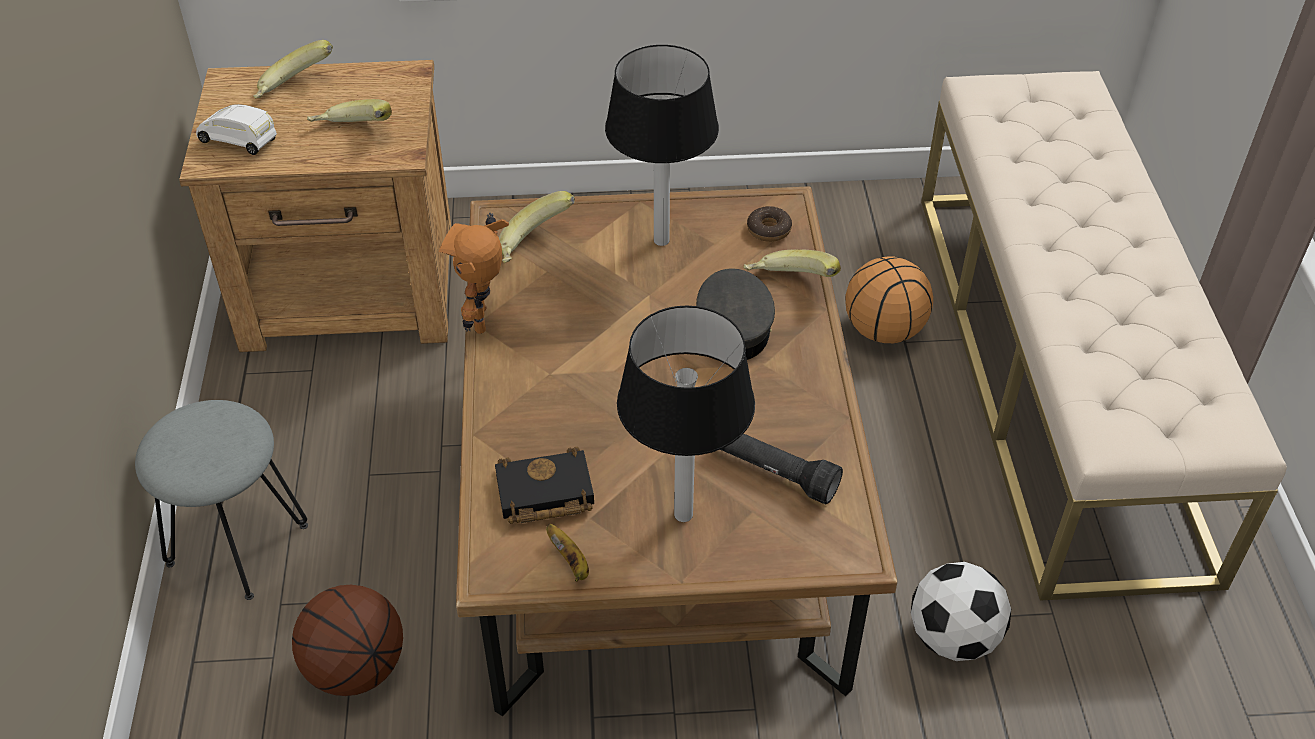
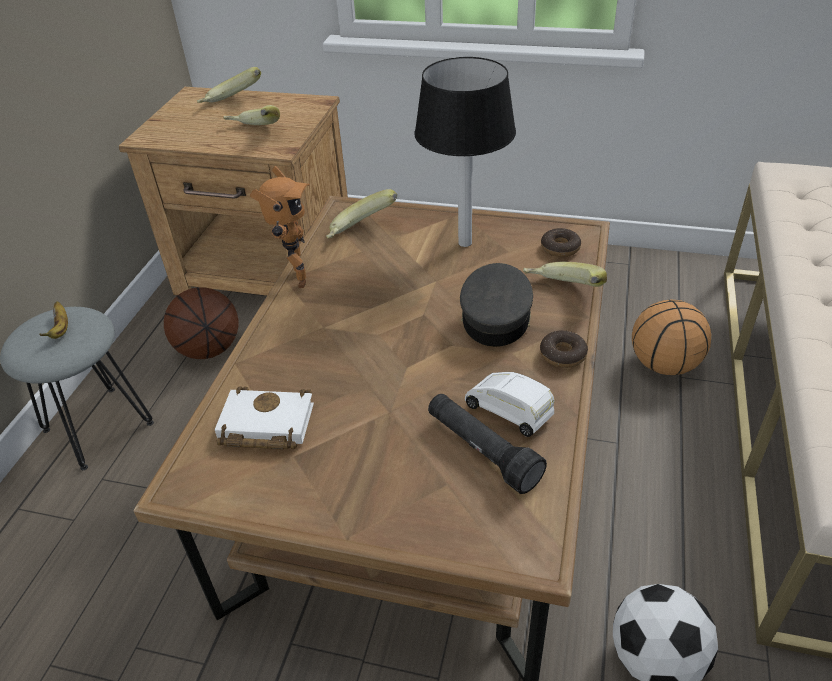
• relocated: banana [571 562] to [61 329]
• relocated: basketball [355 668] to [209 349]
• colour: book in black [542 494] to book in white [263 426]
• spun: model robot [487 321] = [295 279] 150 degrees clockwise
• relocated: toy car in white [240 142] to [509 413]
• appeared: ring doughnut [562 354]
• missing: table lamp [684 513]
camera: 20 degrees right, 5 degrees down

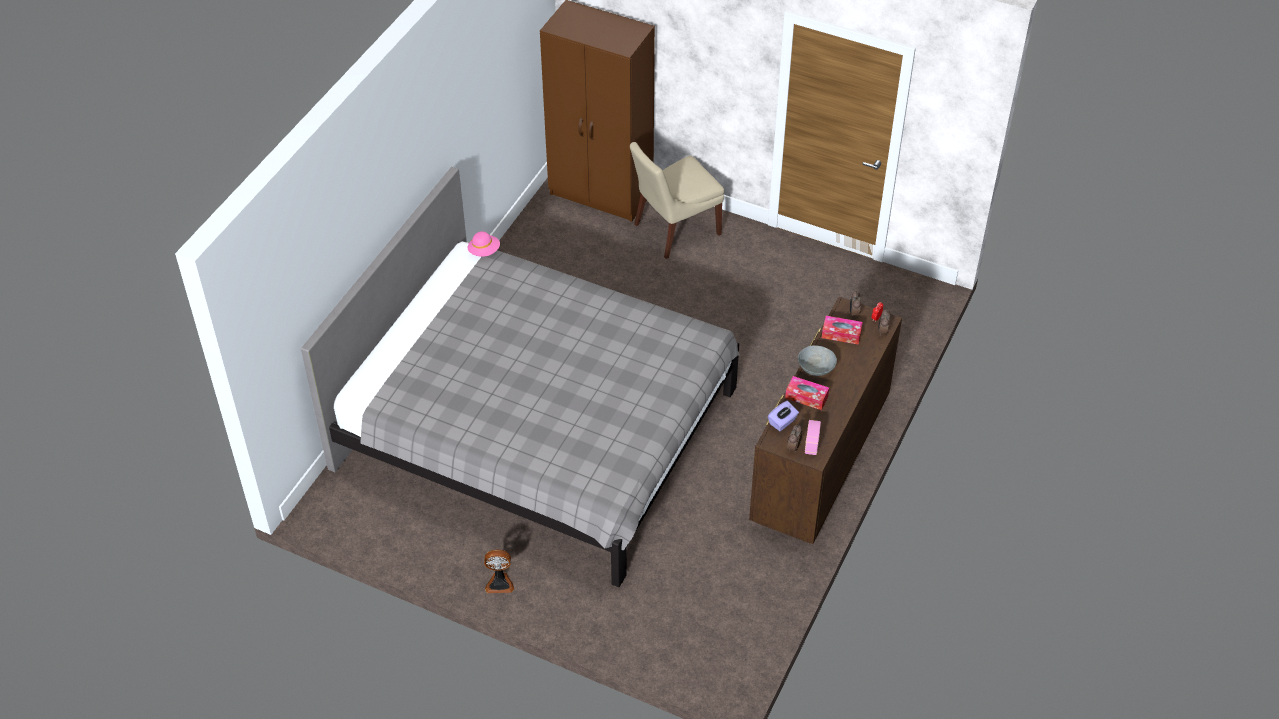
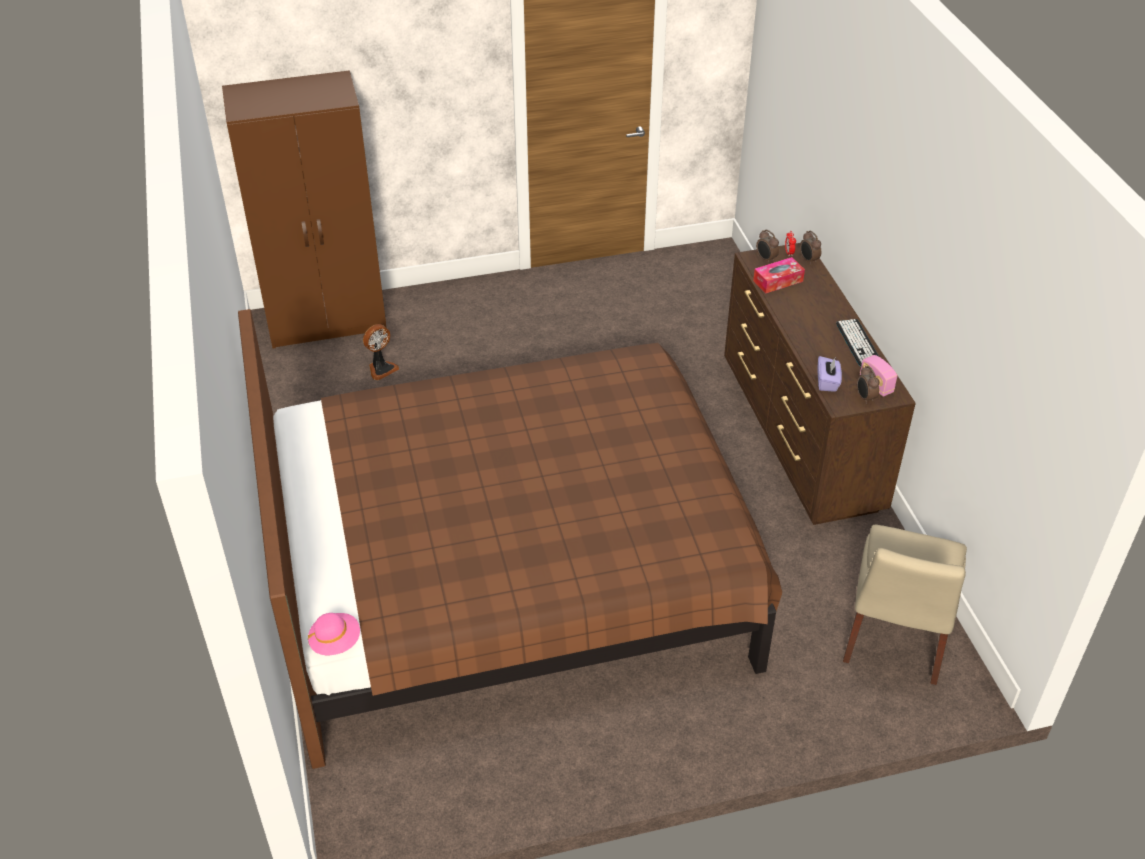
• colour: bedroom bed in gray [537 429] to bedroom bed in brownish [508 572]
• relocated: clothing hat in pink-coloured [484 251] to [335 642]
• relocated: fan [499 582] to [381 368]
• appeared: PC keyboard [858 343]
• relocated: plain chair in beige-coloured [674 230] to [895 638]
• missing: box of tissues [806 397]
• missing: deep dish in gray [815 368]
camera: 40 degrees left, 5 degrees down

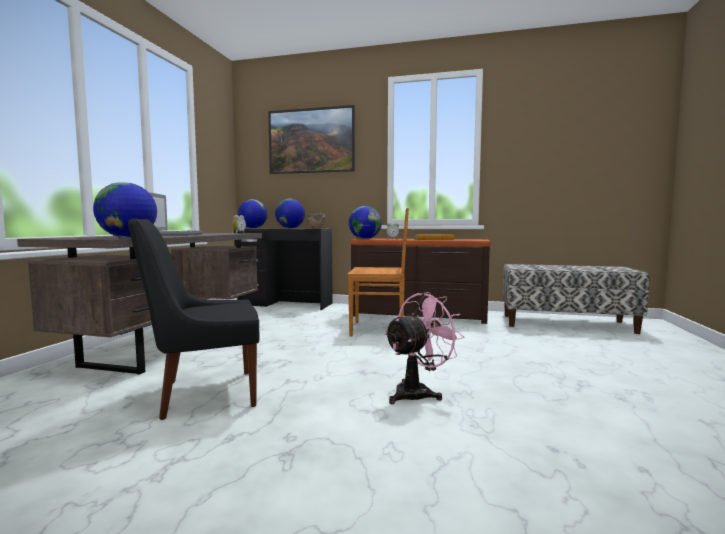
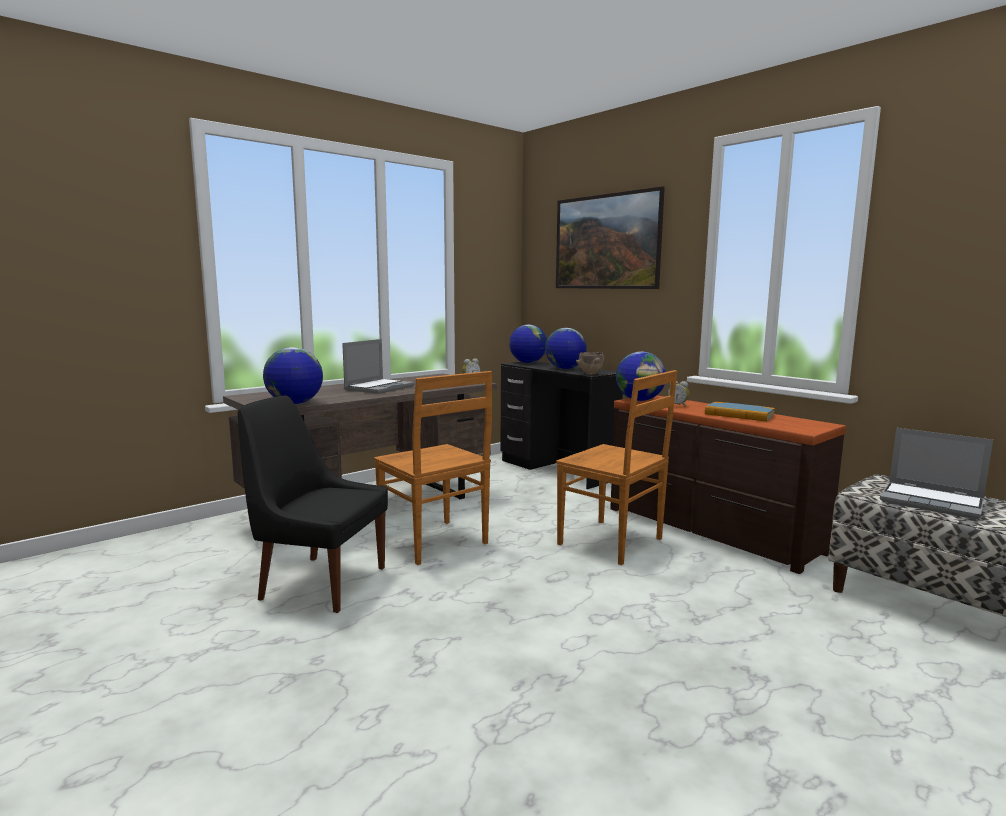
• appeared: plain chair in brownish [435 543]
• appeared: portable computer [932 502]
• missing: fan in pink-coloured [418 392]
camera: 35 degrees right, 5 degrees up

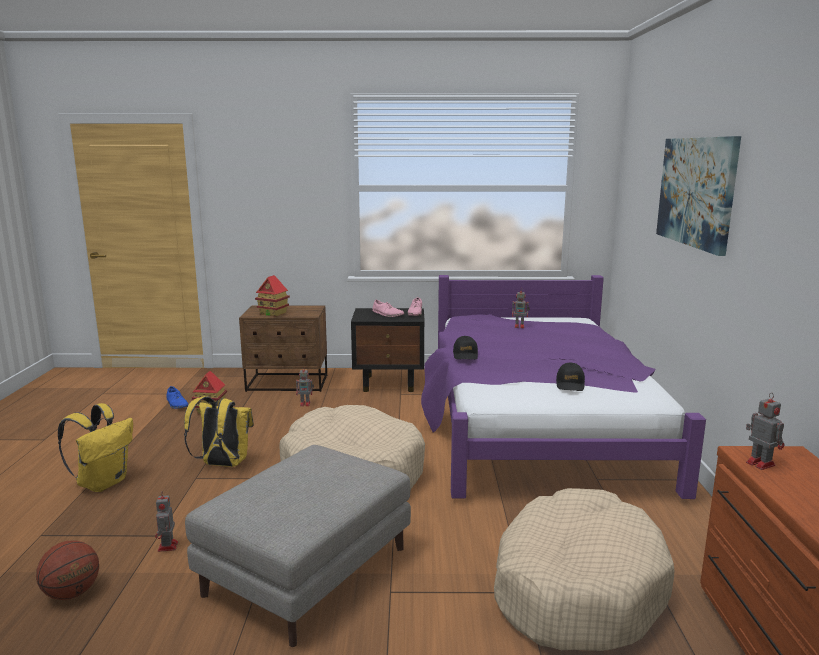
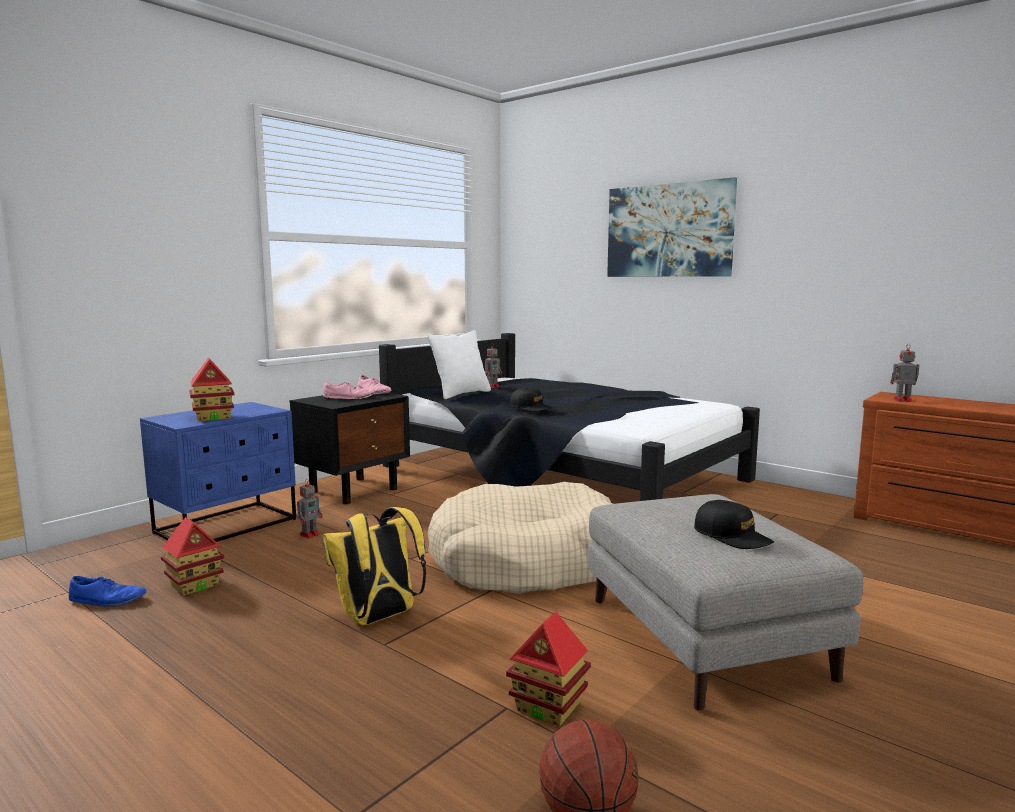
• colour: night table in brownish [288 383] to night table in bluish [227 526]
• colour: bedroom bed in purplish [536 425] to bedroom bed in black [561 478]
• appeared: pillow in white [461 394]
• exchanged: model robot [167 547] to toy house [548 707]
• relocated: baseball cap in black [570 384] to [732 536]
• missing: rucksack in yellow-coloured [103 483]
• missing: dog cushion in beige-coloured [576 587]
camera: 50 degrees left, 5 degrees down

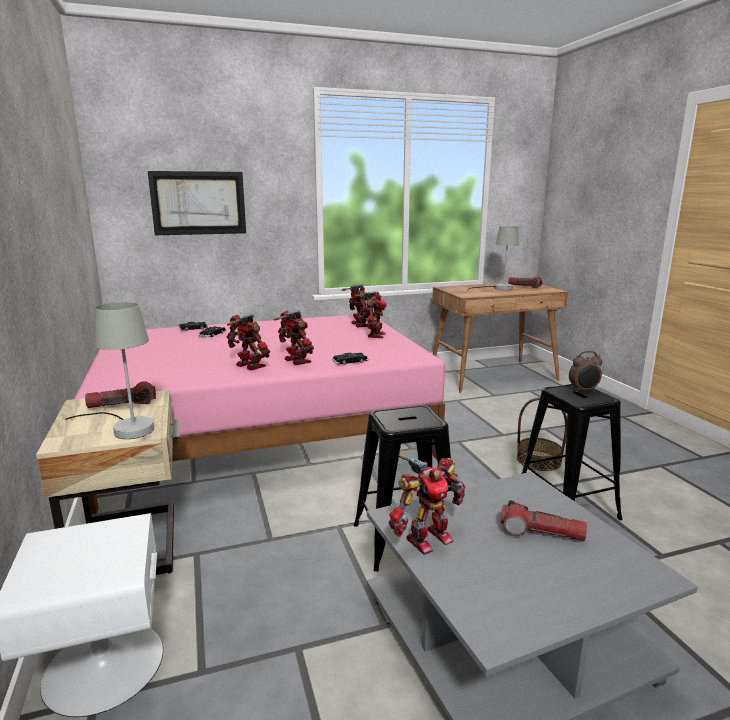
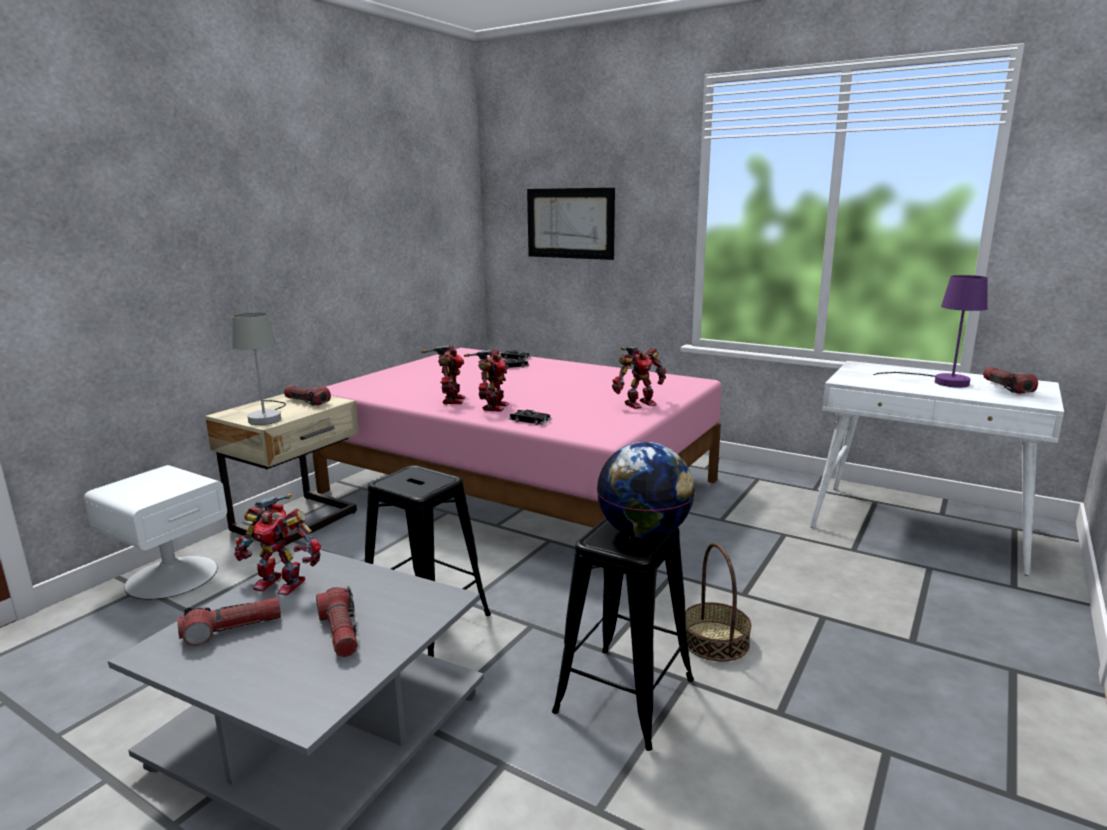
• appeared: torch [232 629]
• exchanged: table clock [583 391] to globe [644 534]
• colour: desk unit in brownish [493 375] to desk unit in white [919 526]
• colour: table lamp in gray [498 288] to table lamp in purplish [940 381]
• missing: model robot [359 325]
camera: 50 degrees right, 0 degrees up

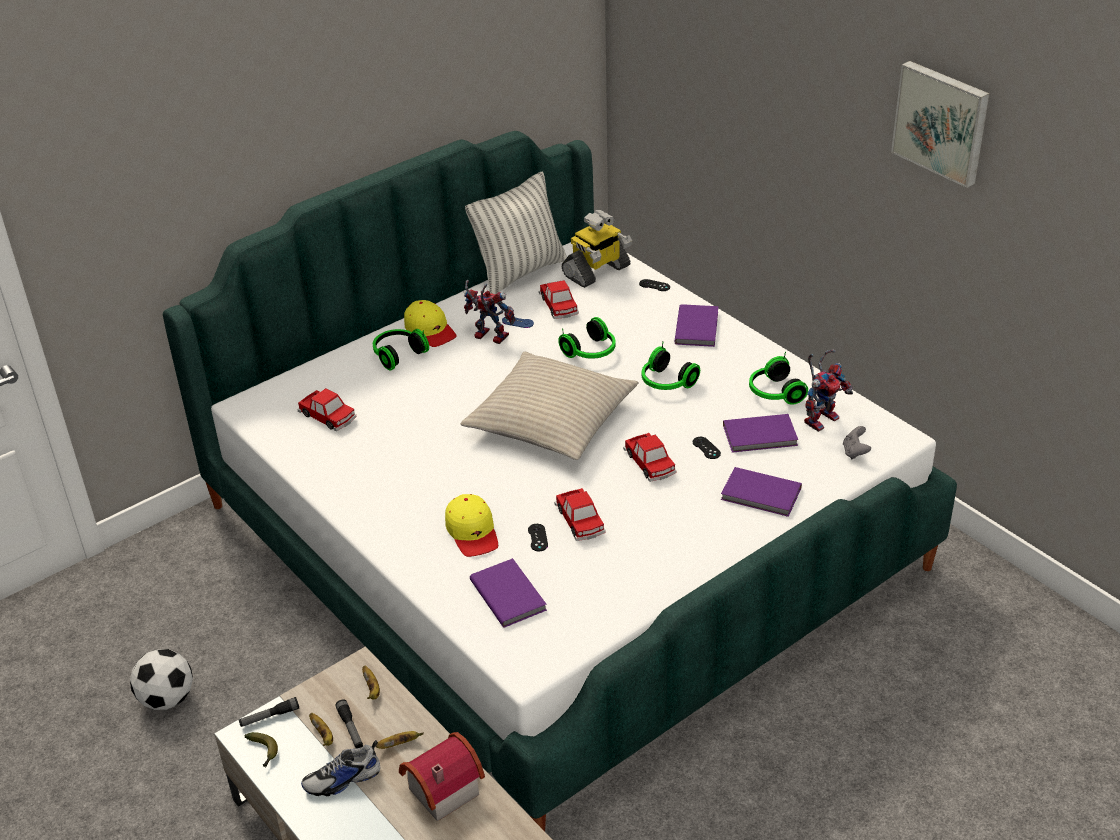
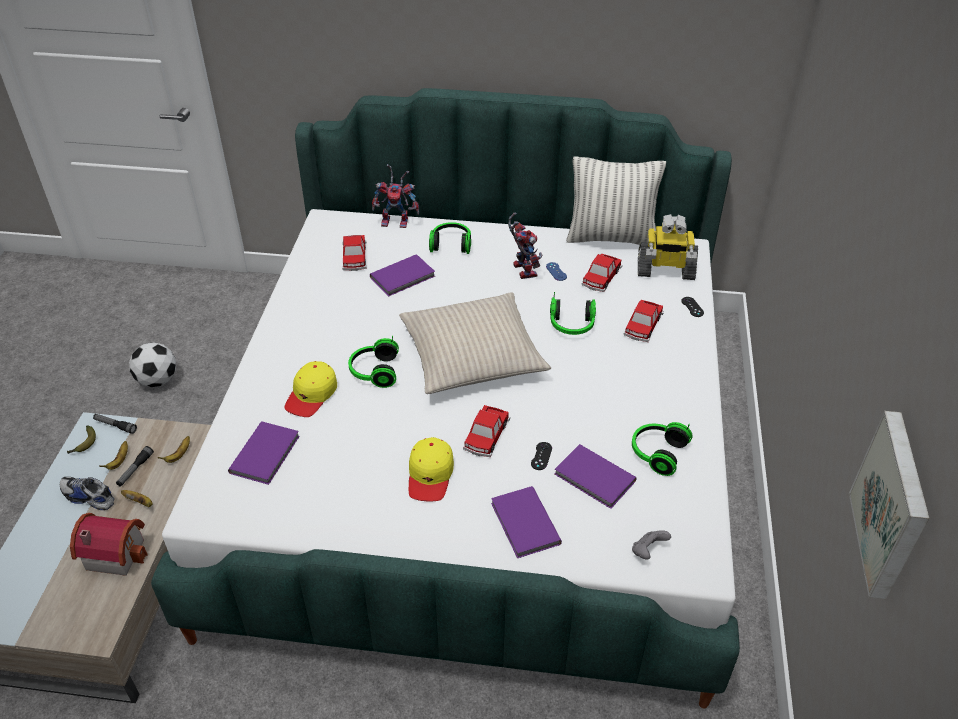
• relocated: headphones [666 383] to [374 372]
• relocated: book in purplish [698 327] to [404 277]
• relocated: model robot [821 417] to [397 221]
• relocated: baseball cap in yellow-coloured [430 330] to [430 475]
• relocated: toy car [580 520] to [643 326]
• relocated: wall art [942 122] to [893 505]
• missing: joypad in black [537 537]
camera: 45 degrees right, 5 degrees up

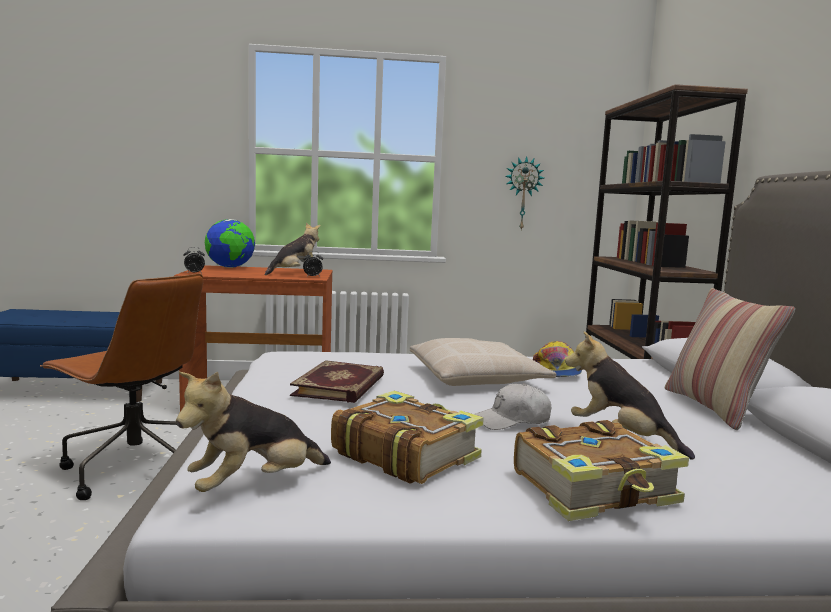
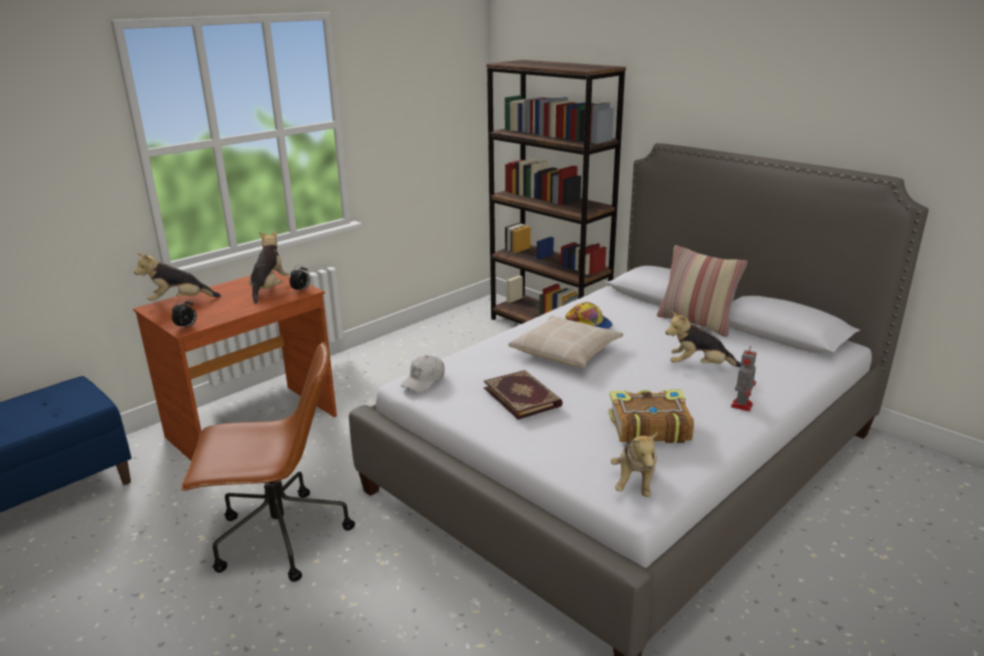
• exchanged: globe [230 267] to soft toy [180 301]
• relocated: baseball cap in white [512 421] to [424 380]
• exchanged: book [596 489] to model robot [742 405]
• missing: hanging clock [523 193]
camera: 40 degrees left, 15 degrees up

